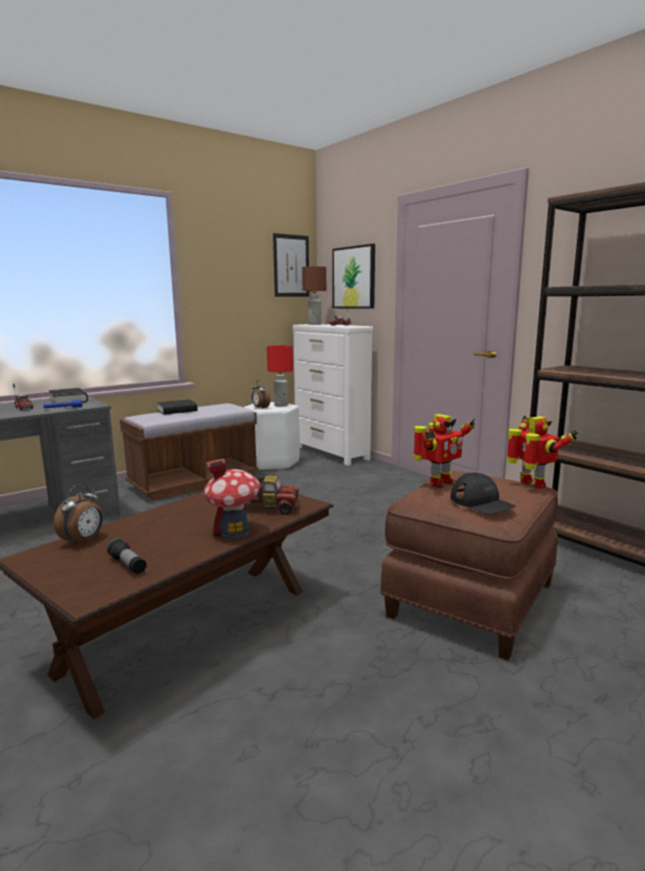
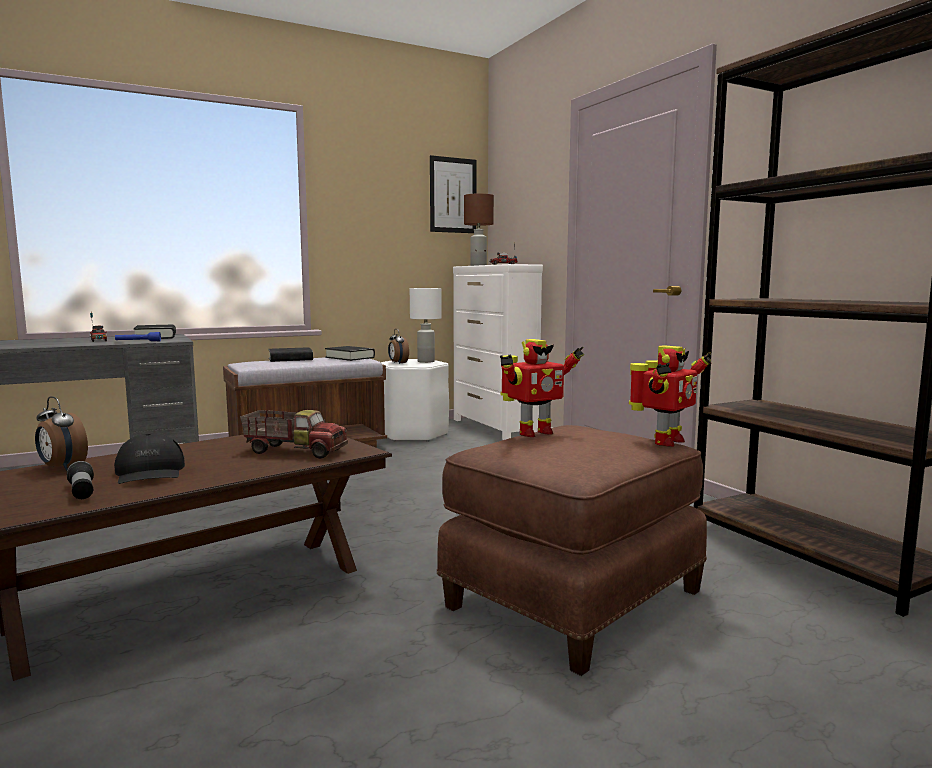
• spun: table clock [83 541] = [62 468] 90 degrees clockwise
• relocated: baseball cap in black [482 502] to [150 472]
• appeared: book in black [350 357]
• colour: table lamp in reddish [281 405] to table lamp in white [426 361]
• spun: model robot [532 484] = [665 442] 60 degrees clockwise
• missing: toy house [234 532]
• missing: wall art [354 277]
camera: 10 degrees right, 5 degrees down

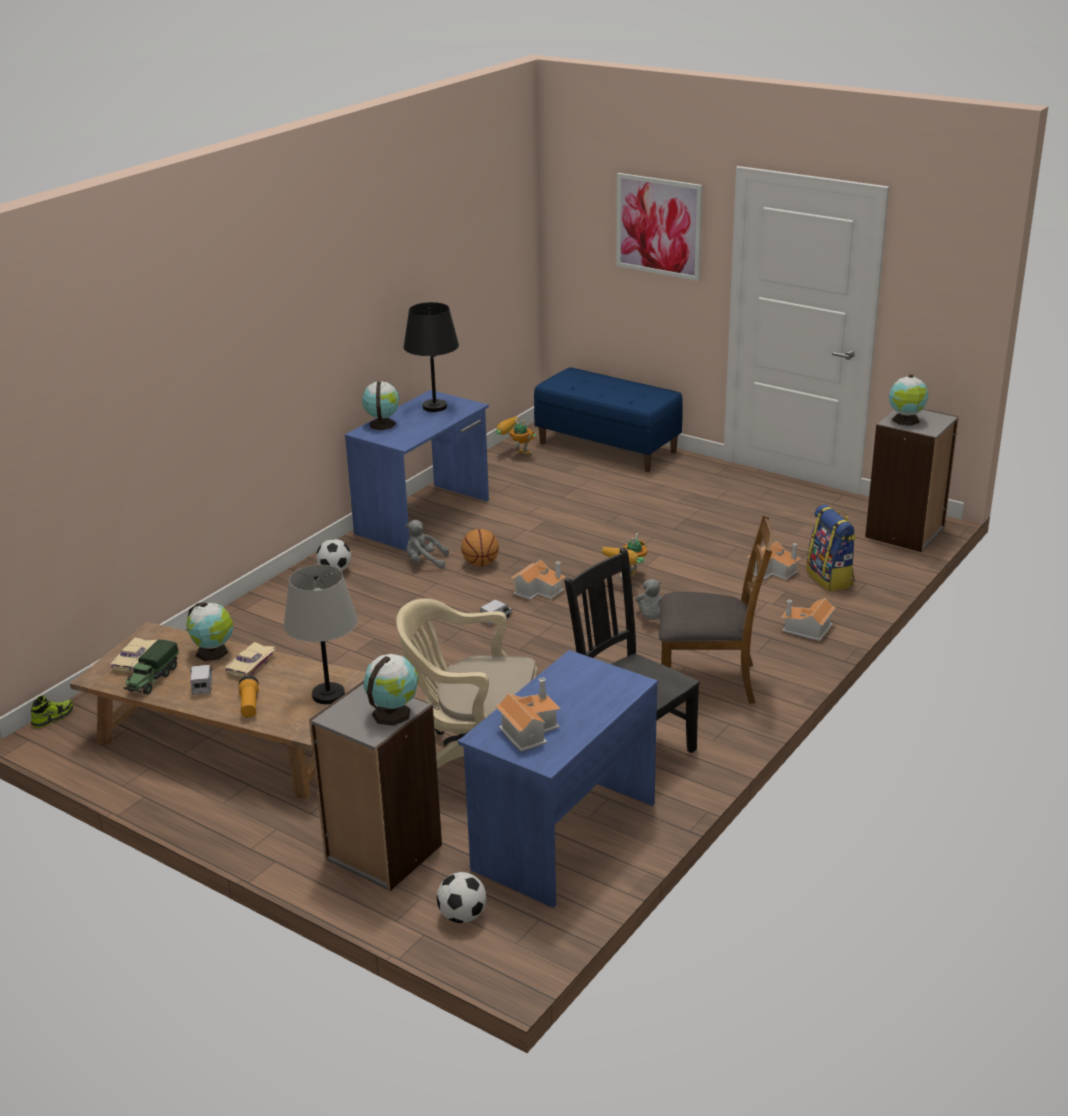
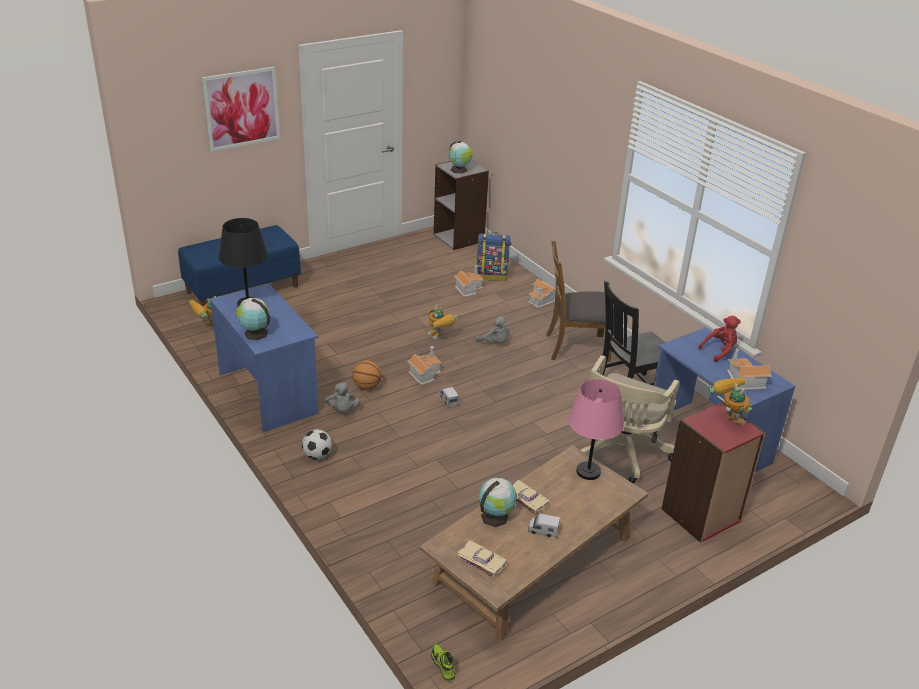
• spun: soft toy in gray [425 562] = [342 410] 45 degrees counterclockwise
• spun: plain chair in brownish [709 681] = [576 347] 120 degrees counterclockwise
• colour: table lamp in gray [328 695] to table lamp in pink-coloured [588 472]
• colour: shelving unit in gray [382 853] to shelving unit in reddish [701 515]
• appeared: soft toy in reddish [719 351]
• exchanged: globe [393 713] to model robot [726 417]
• missing: toy truck [152 679]
• missing: torch [249 705]
• missing: football [462 916]
camera: 70 degrees left, 5 degrees up

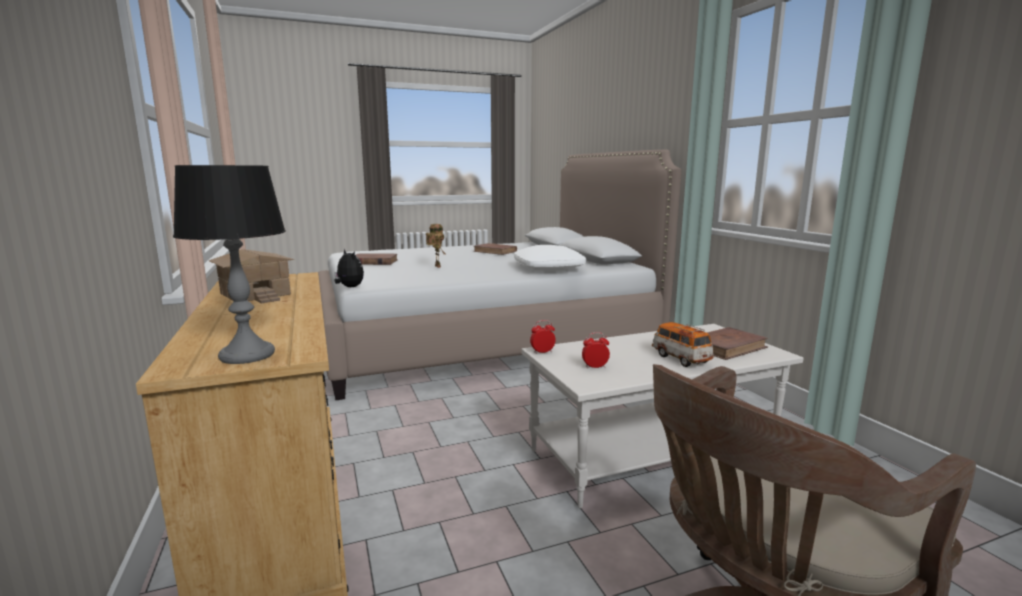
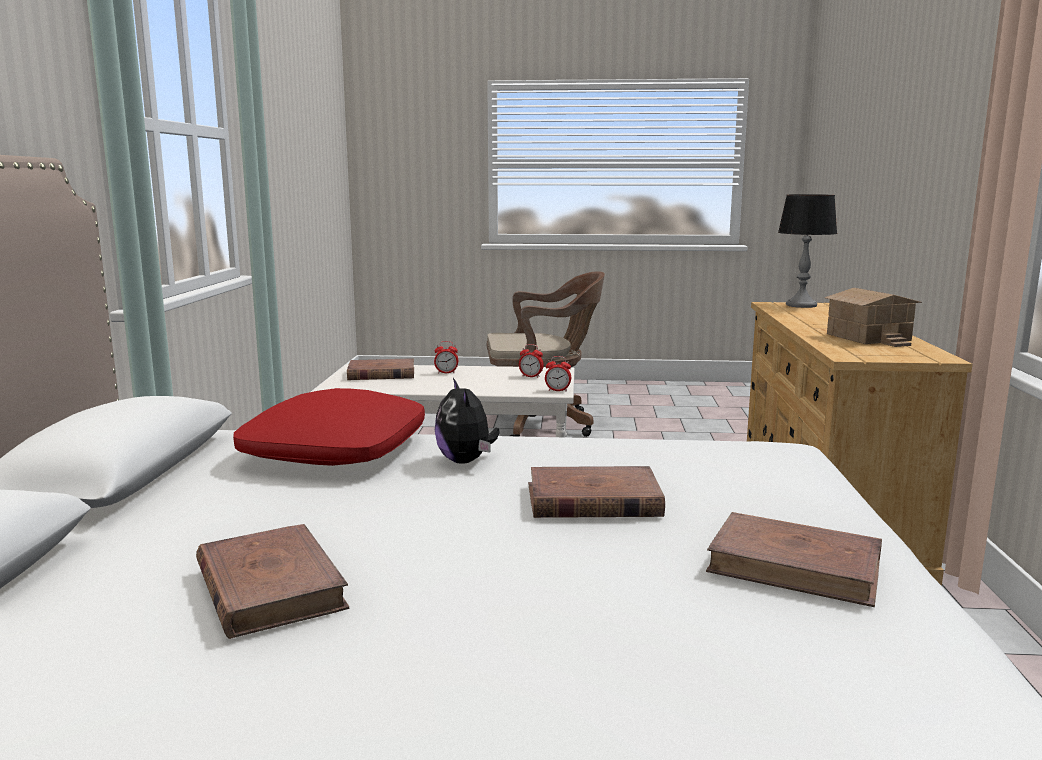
• colour: pillow in white [549 268] to pillow in reddish [334 450]
• exchanged: toy car [680 358] to table clock [446 373]
• relocated: soft toy [349 287] to [466 461]
• exchanged: model robot [436 266] to book in brownish [592 500]
camera: 155 degrees left, 0 degrees up

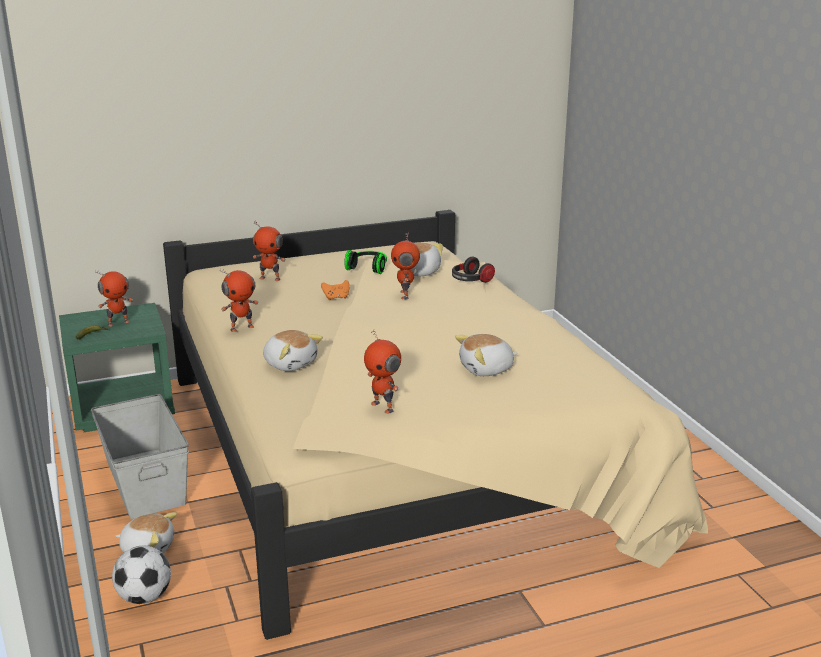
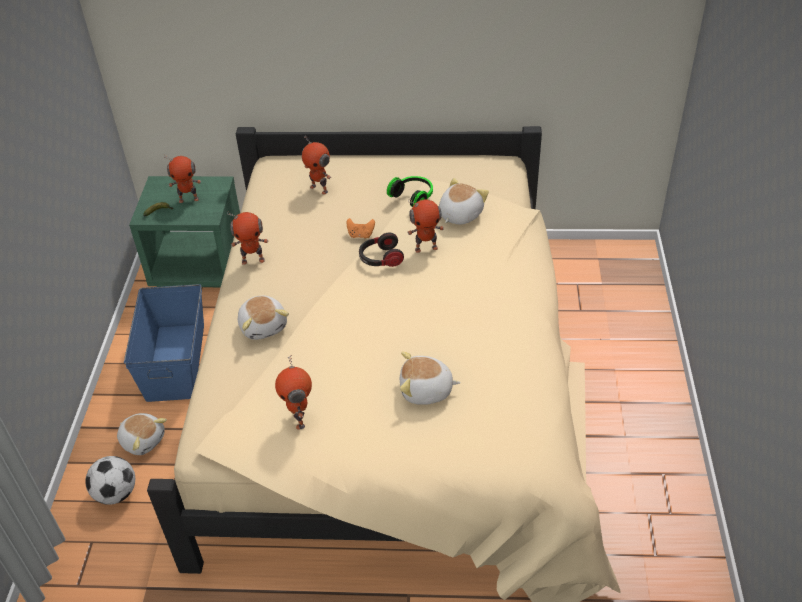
• colour: storage bin in gray [146 481] to storage bin in bluish [176 361]
• relocated: headphones [470 280] to [380 259]
• spun: model robot [405 295] = [426 248] 120 degrees counterclockwise
camera: 25 degrees right, 20 degrees up

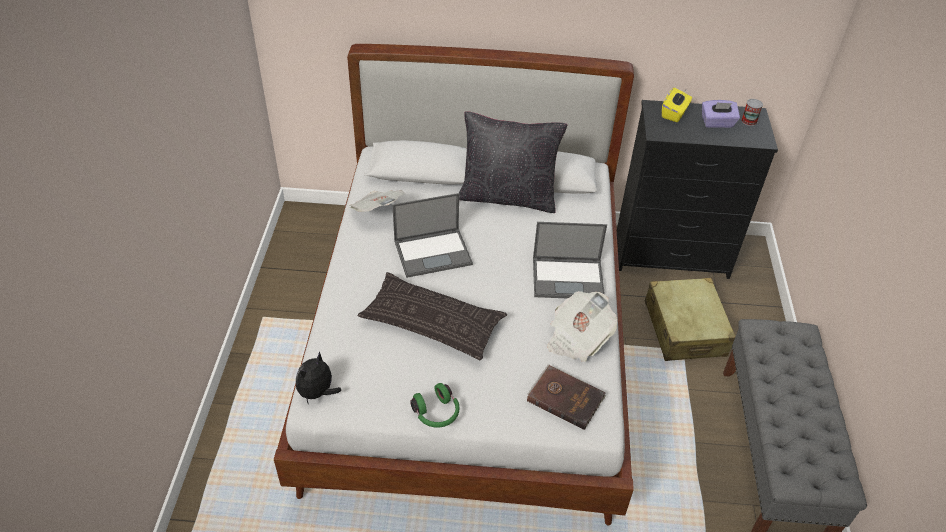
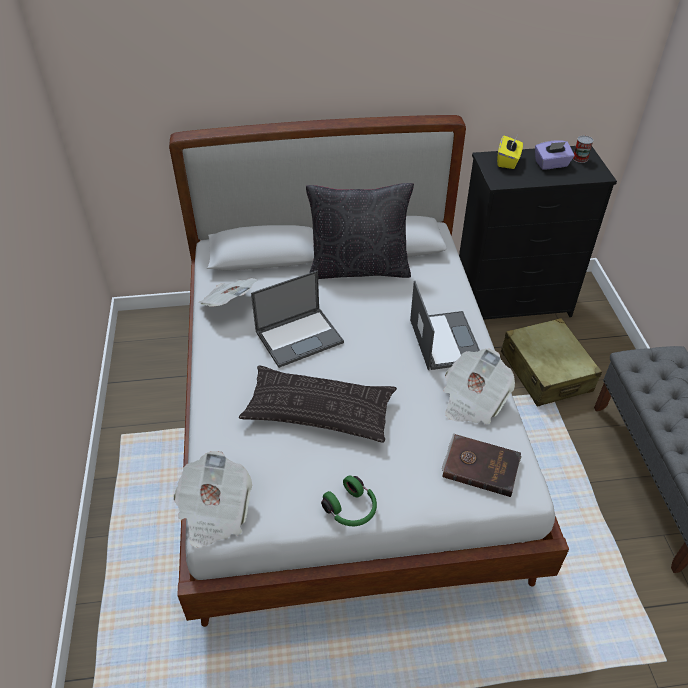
• exchanged: soft toy [317 393] to newspaper [214 512]
• spun: portable computer [568 278] = [444 340] 90 degrees counterclockwise
camera: 10 degrees left, 0 degrees up

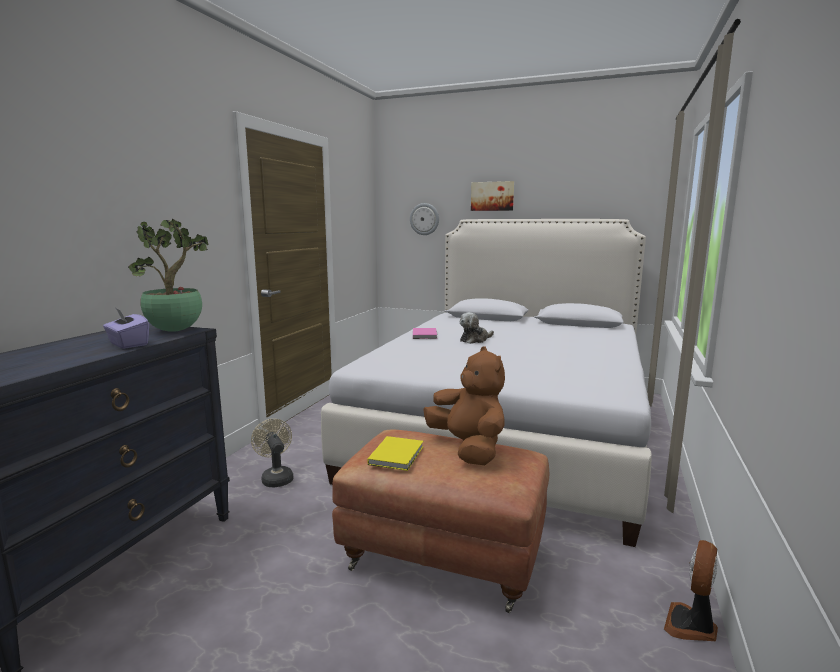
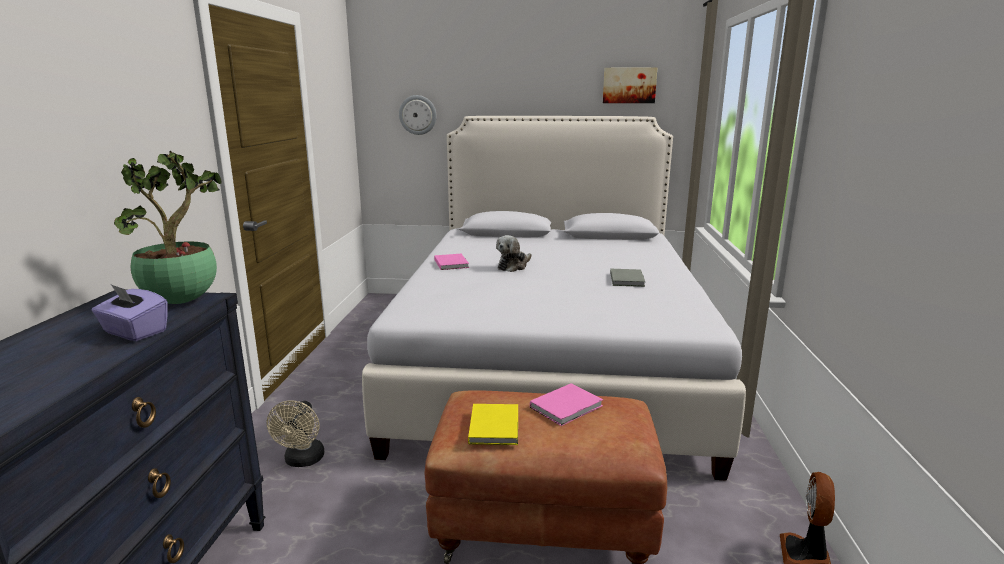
• spun: fan in beige-coloured [276 477] = [302 461] 135 degrees counterclockwise
• exchanged: soft toy in brownish [468 448] to book in pink-coloured [568 406]
• relocated: wall art [492 196] to [629 85]
• appeared: book in gray [627 279]
camera: 15 degrees left, 5 degrees up

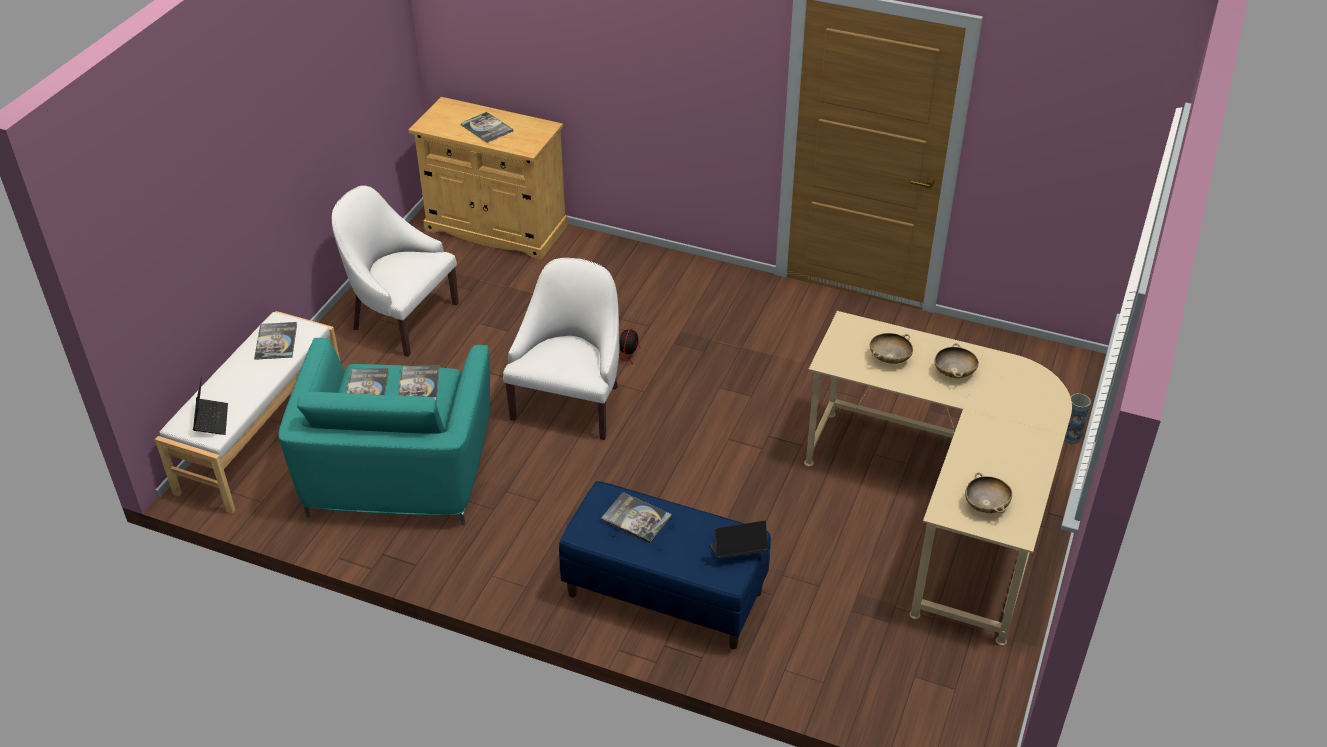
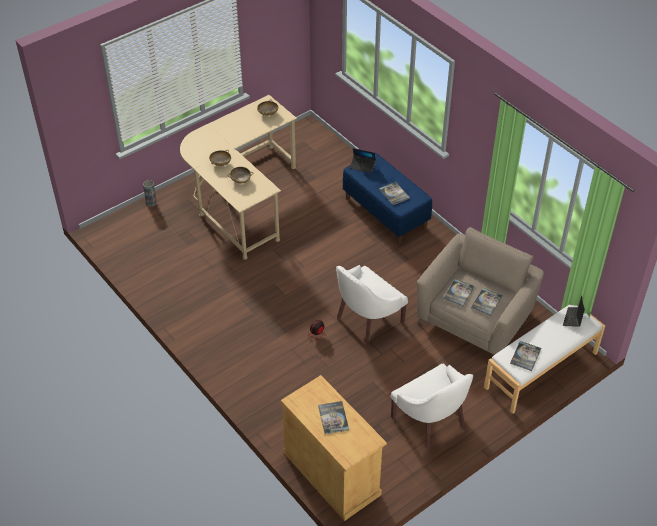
• colour: armchair in turquoise-coloured [399 471] to armchair in beige-coloured [475 318]
camera: 150 degrees left, 5 degrees up

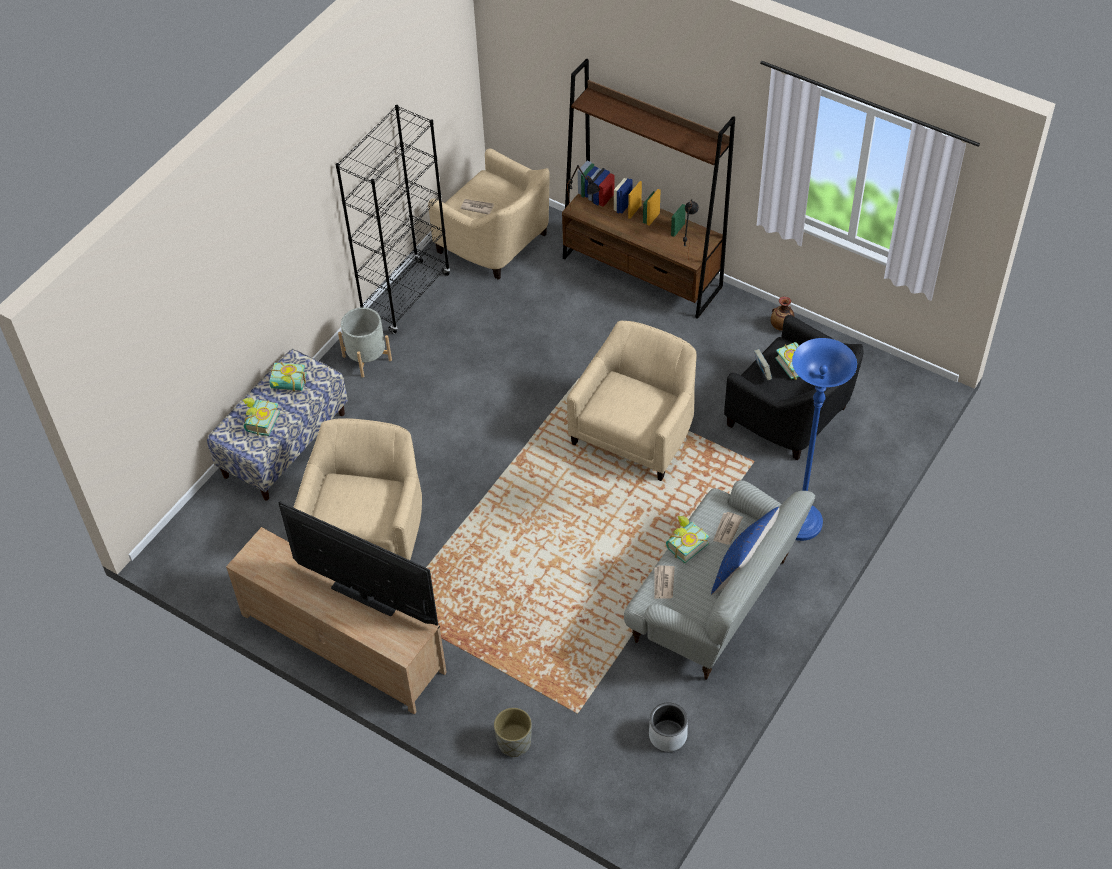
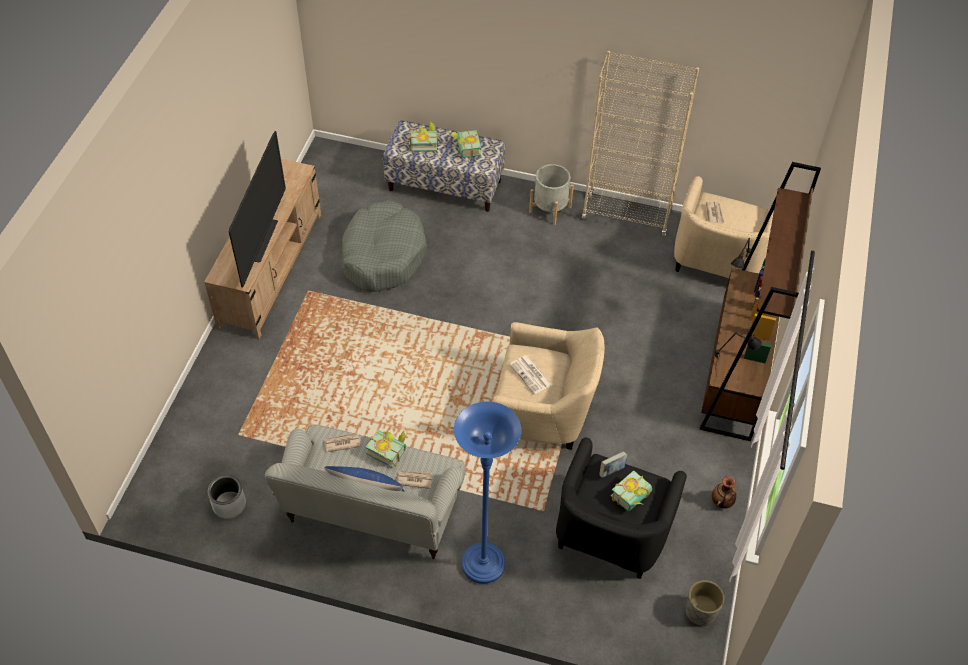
• exchanged: armchair in beige-coloured [368 526] to dog cushion in gray [383 255]
• appeared: newspaper [531 375]
• colour: shelving unit in black [406 296] to shelving unit in beige-coloured [626 216]
• relocated: flower pot in gray [514 742] to [700 611]
camera: 70 degrees right, 0 degrees up

